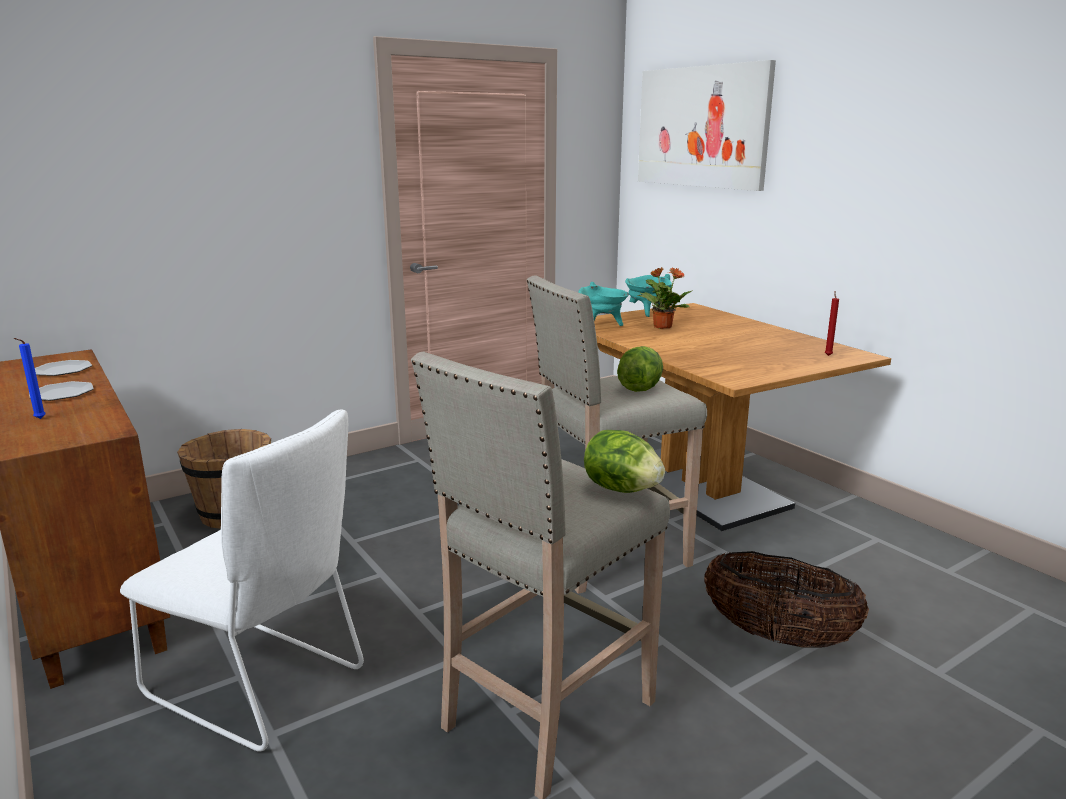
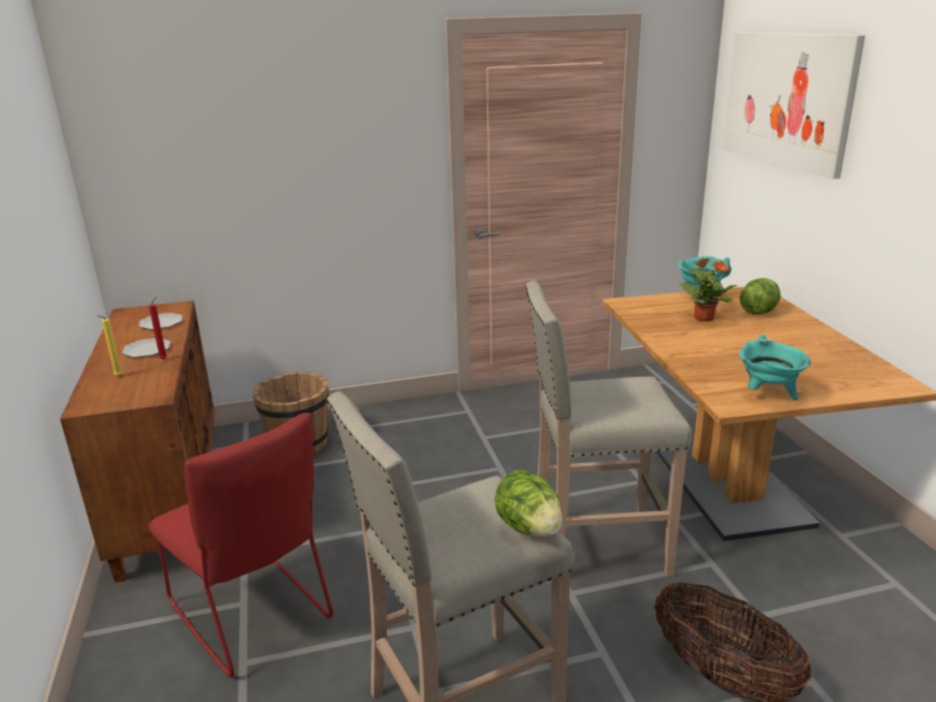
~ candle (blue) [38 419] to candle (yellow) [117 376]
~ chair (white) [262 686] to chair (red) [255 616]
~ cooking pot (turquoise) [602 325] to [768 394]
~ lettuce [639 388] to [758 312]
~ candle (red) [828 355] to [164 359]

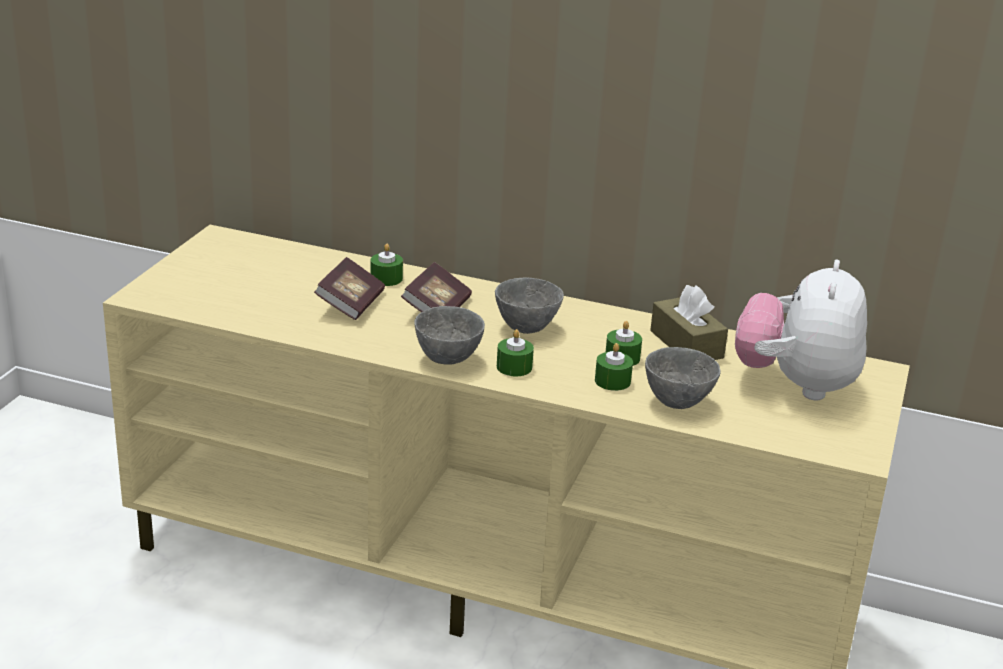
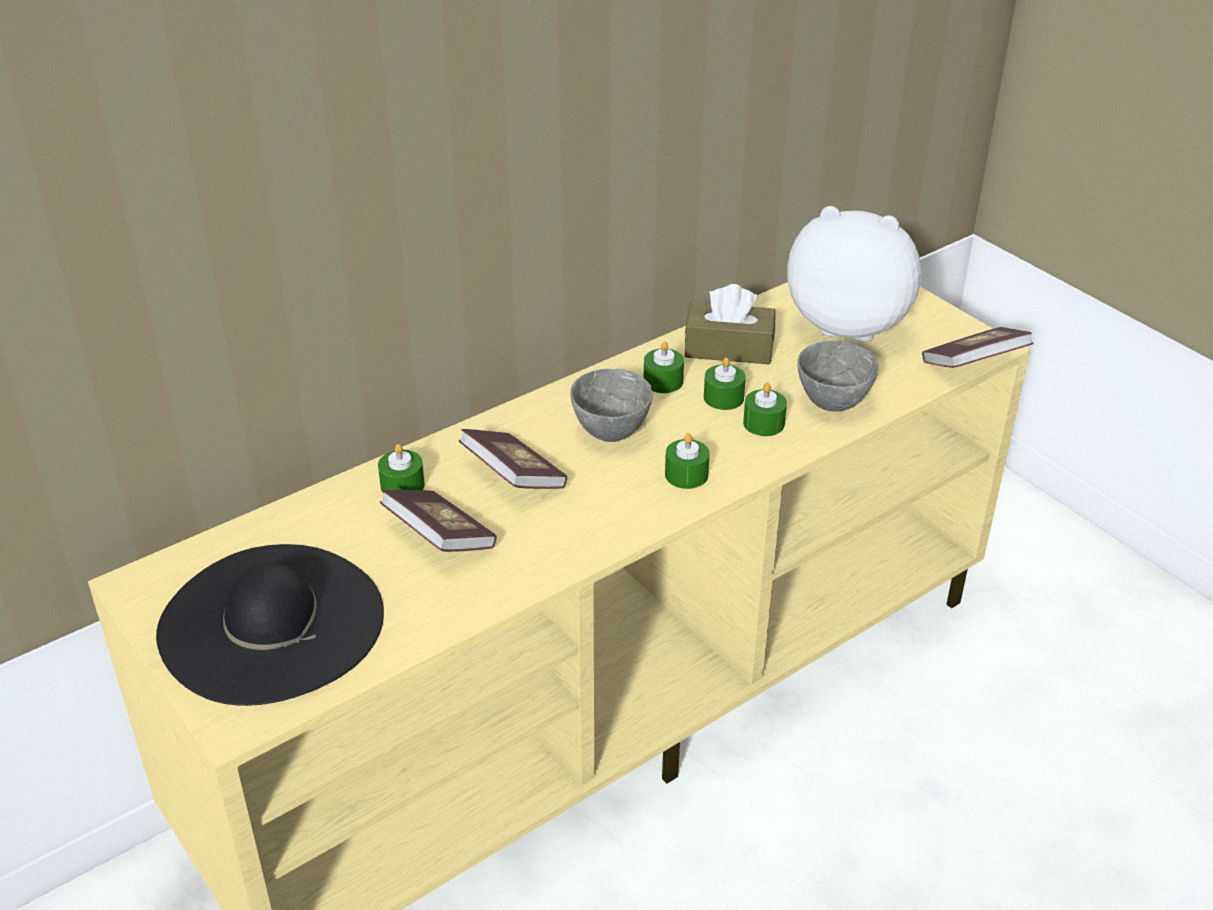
- bowl (grey) [449 359]
~ plush toy [795 385] = [849 323] 150 degrees clockwise
+ hat (black) [271 622]
+ candle (green) [663 381]
+ book [973 364]

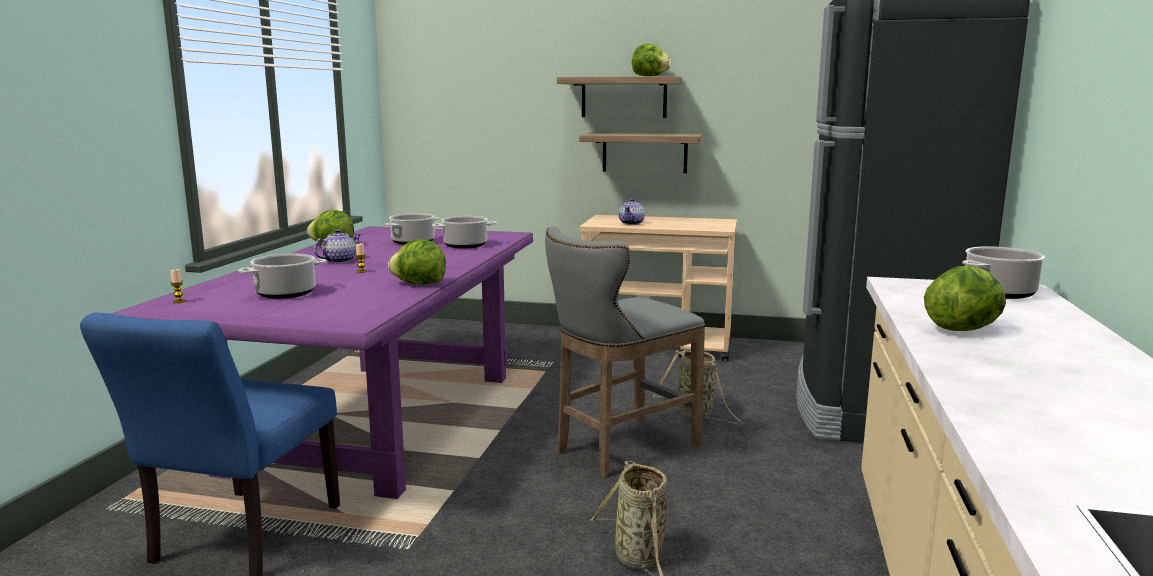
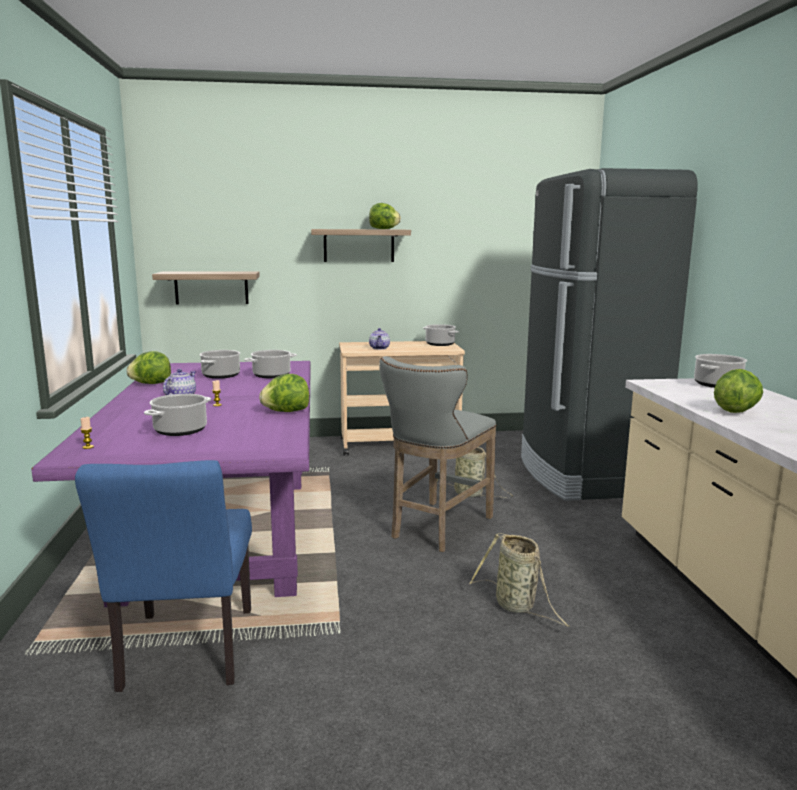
~ shelf [644 152] to [211 287]
+ cooking pot [440 344]

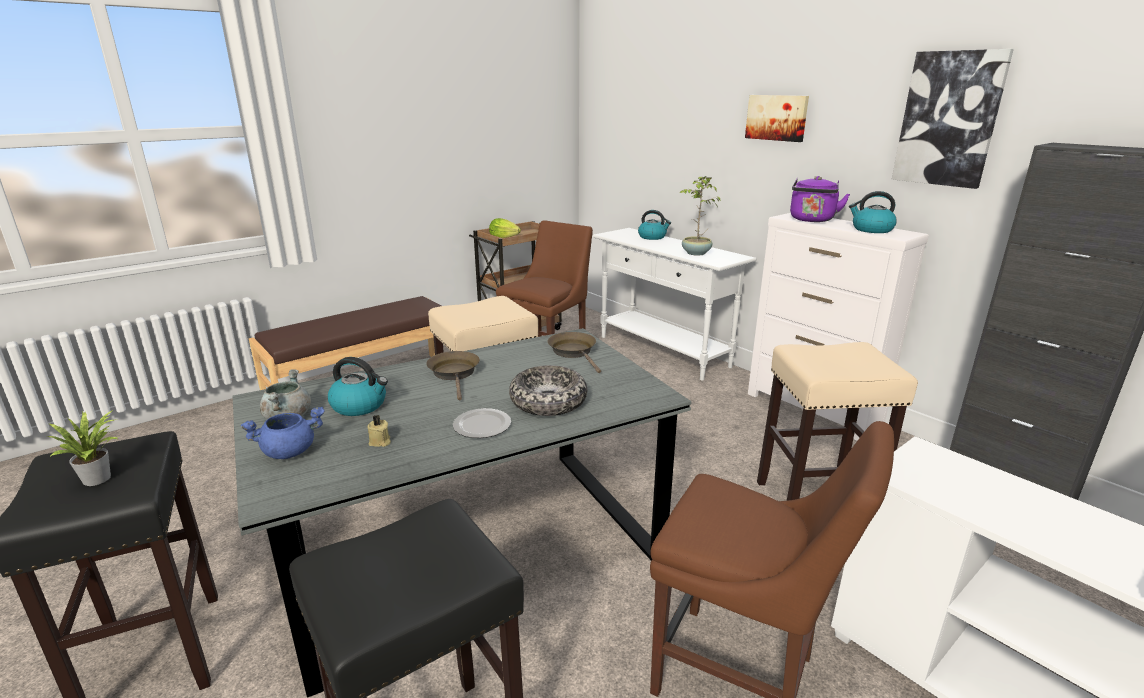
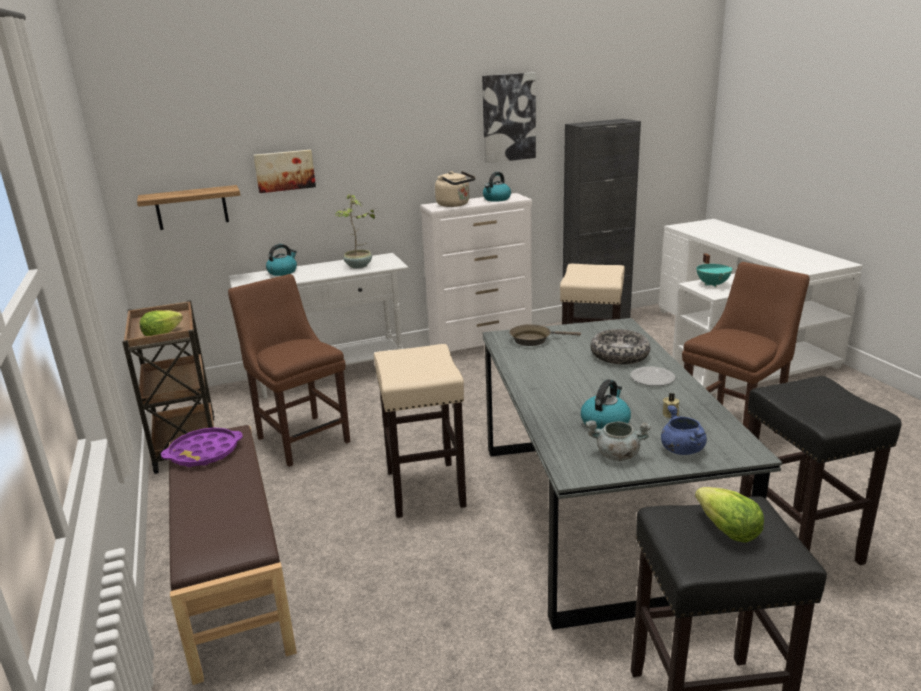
~ potted plant [101 477] to lettuce [727 531]
- frying pan (brown) [455 374]
~ picture [777 117] to [284 170]
~ kettle (purple) [812 220] to kettle (beige) [455 205]
+ shelf [191 208]
+ tray (purple) [204 453]
+ cooking pot (turquoise) [713 284]

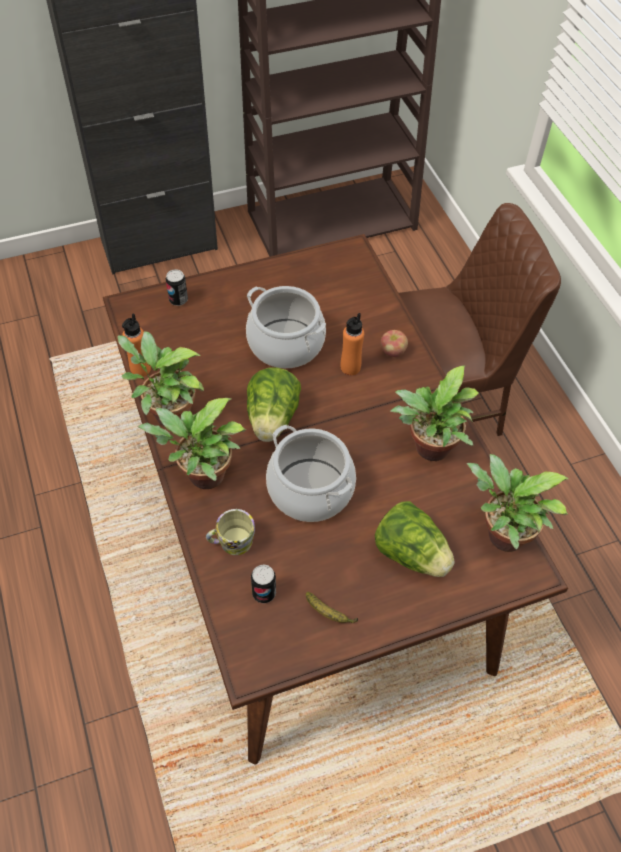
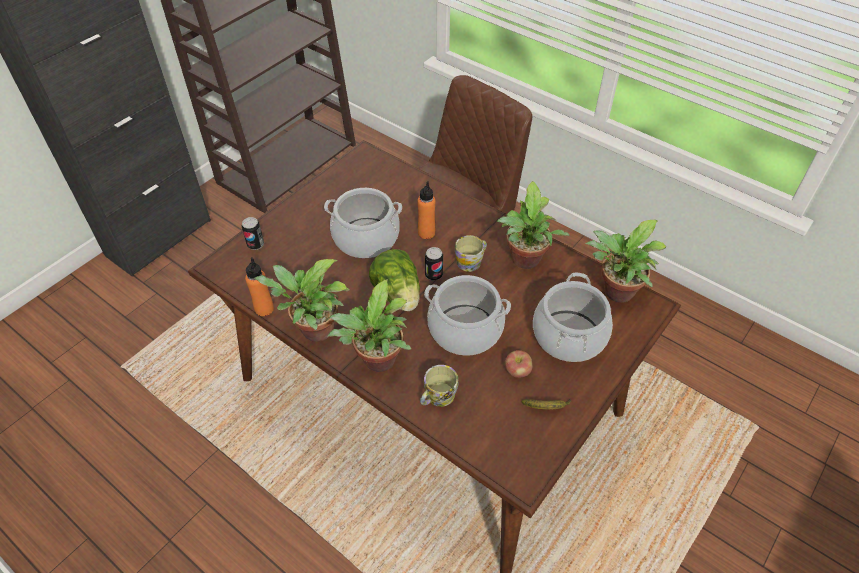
~ can [264 593] to [433 275]
~ lettuce [411 553] to cooking pot [568 336]
~ apple [393 352] to [517 371]
+ mug [471 261]

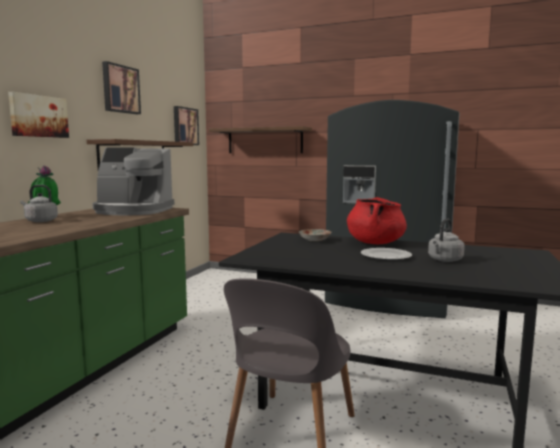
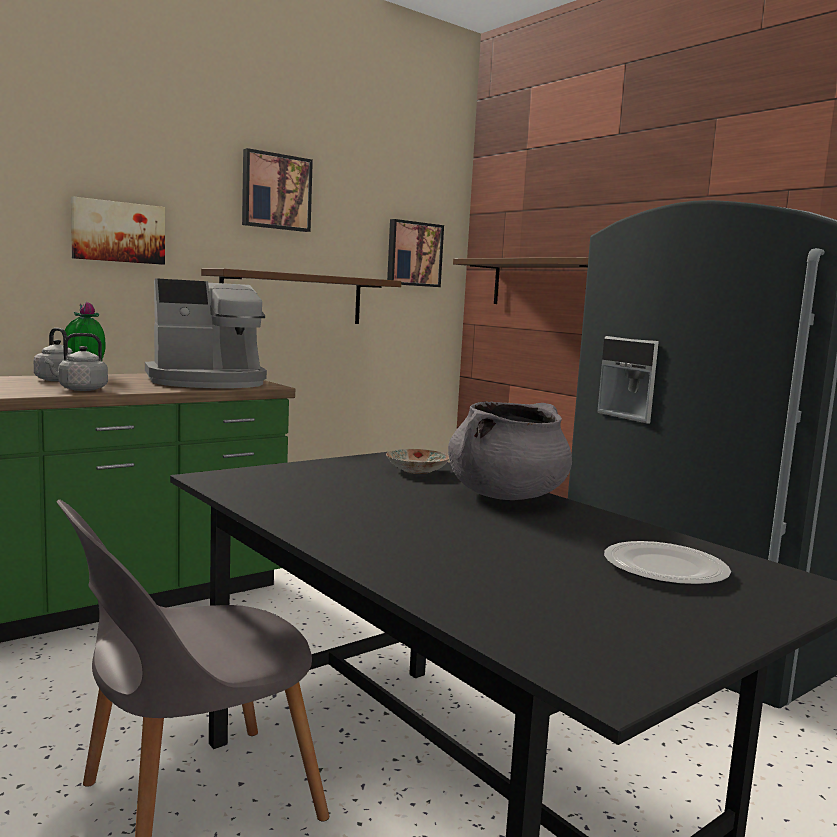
~ coffee machine [133 211] = [208 382] 60 degrees counterclockwise
~ cooking pot (red) [375 243] to cooking pot (grey) [506 496]
~ plate [386 256] to [665 569]
~ kettle (grey) [444 260] to [80 389]

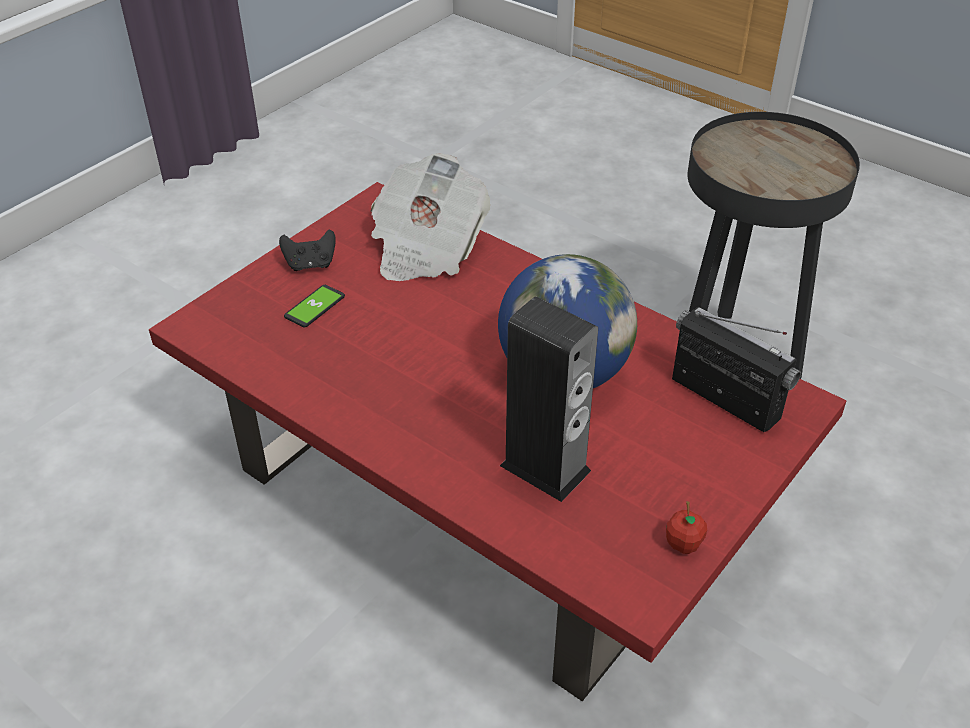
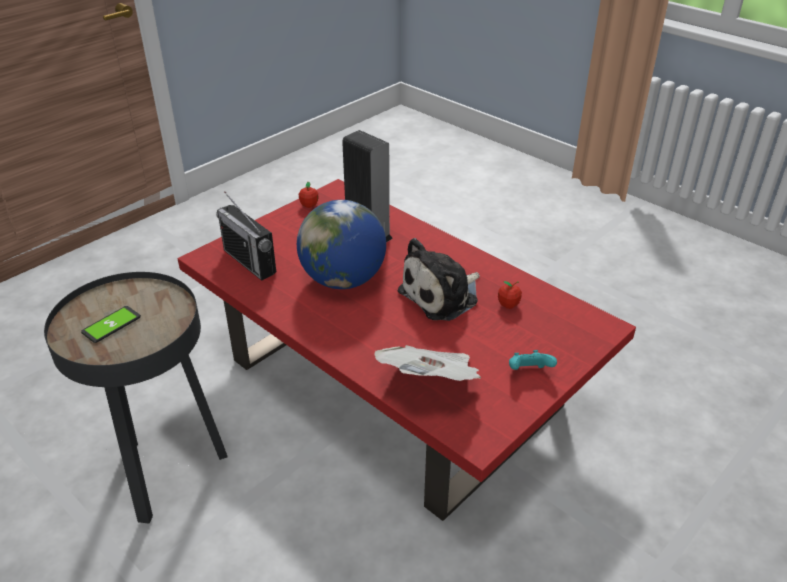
~ game controller (black) [310 264] to game controller (turquoise) [529 372]
~ phone [315 307] to [111 325]
+ plush toy [442 296]
+ apple [508 305]

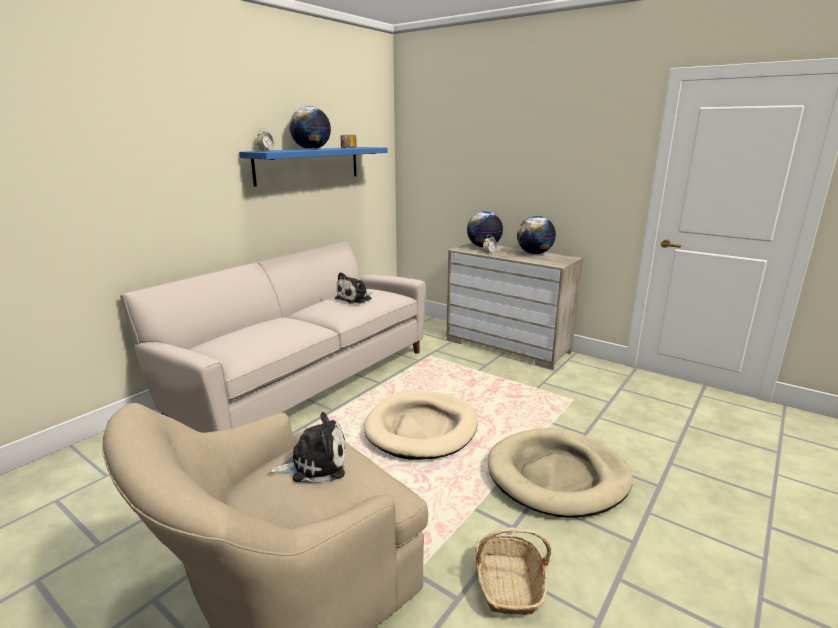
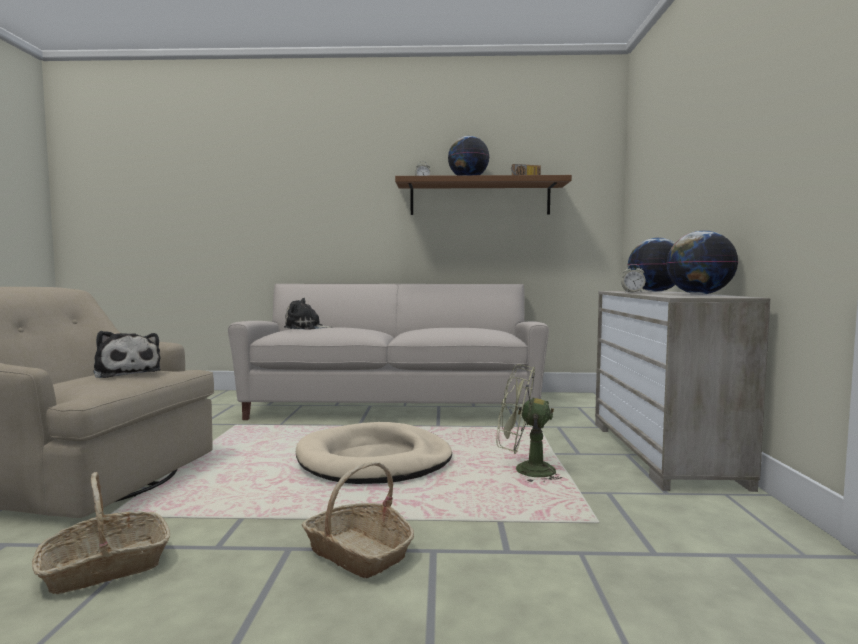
~ shelf (blue) [308 165] to shelf (brown) [480 198]
~ plush toy [355 299] to [306 328]
~ dog bed (beige) [557 476] to basket [358 553]
+ fan (green) [525 471]

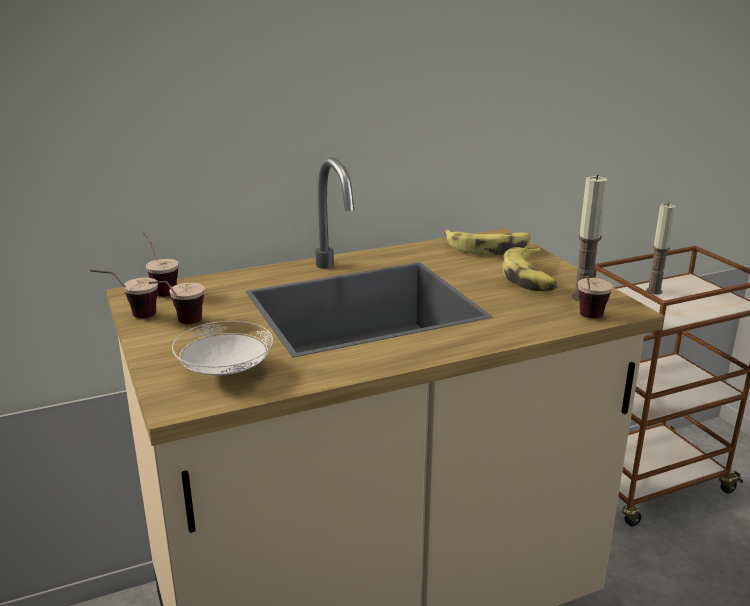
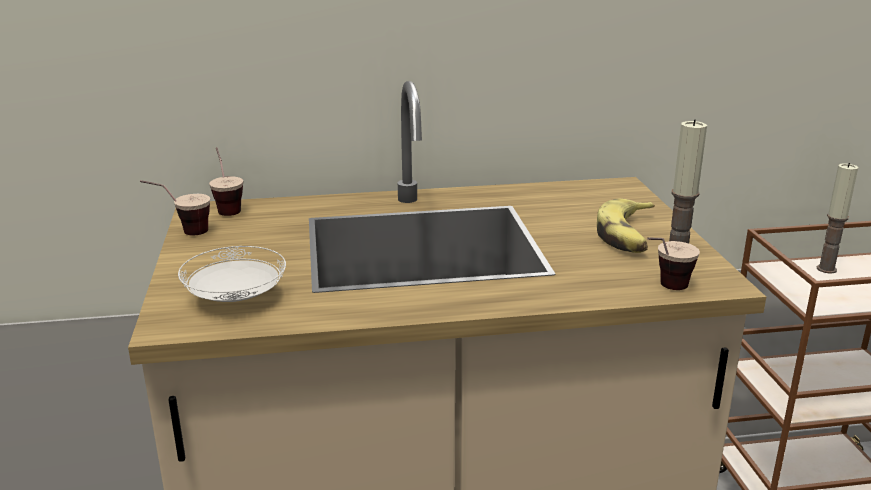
- cup [180 325]
- banana [488 248]

